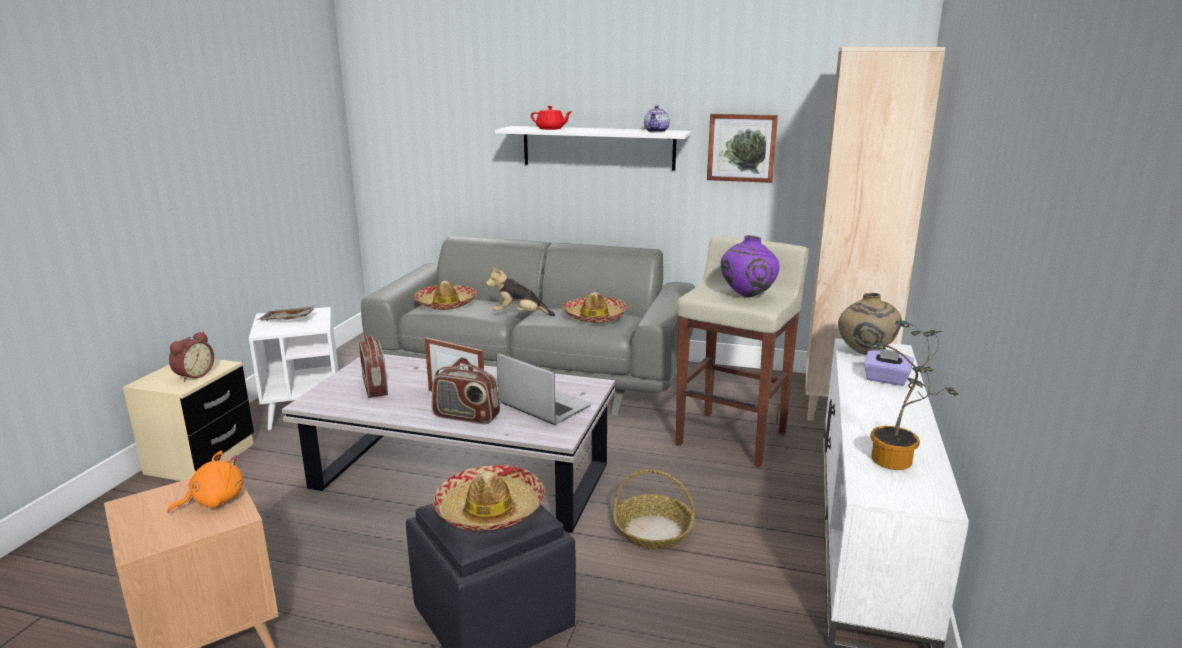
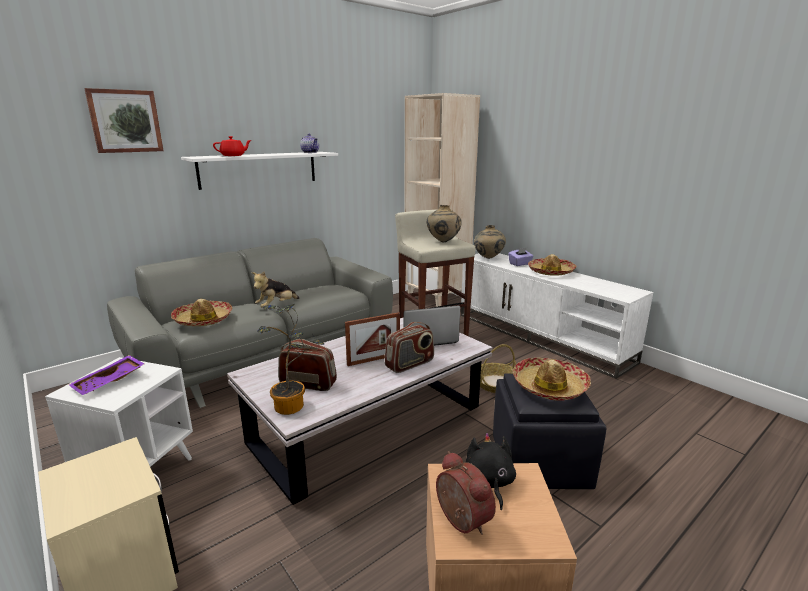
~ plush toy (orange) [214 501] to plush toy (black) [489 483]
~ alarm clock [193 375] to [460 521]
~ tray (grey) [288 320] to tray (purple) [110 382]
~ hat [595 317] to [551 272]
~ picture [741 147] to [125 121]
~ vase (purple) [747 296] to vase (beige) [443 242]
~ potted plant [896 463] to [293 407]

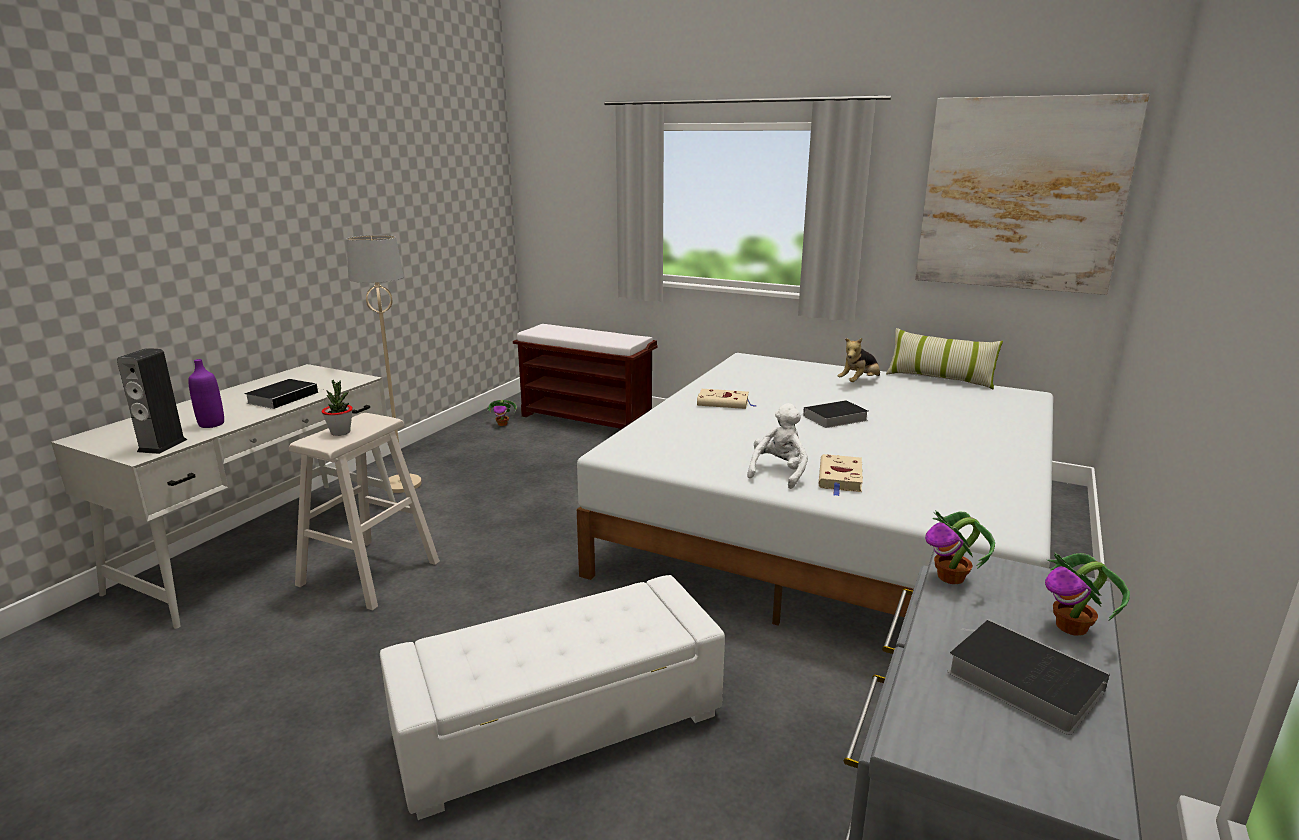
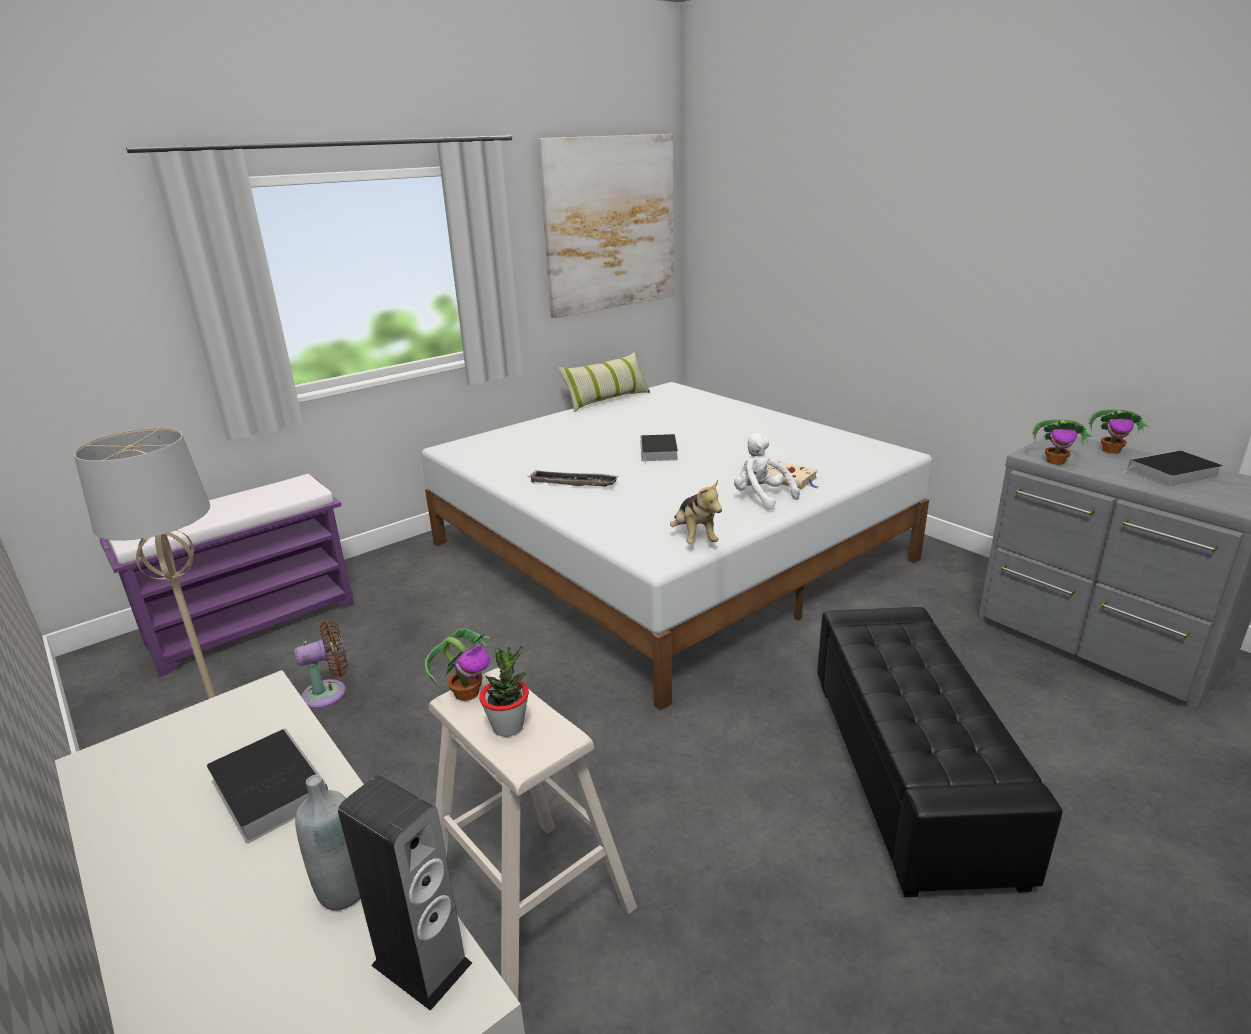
~ bottle (purple) [211 424] to bottle (grey) [343 890]
~ ottoman (white) [559 726] to ottoman (black) [910 771]
~ potted plant [503 424] to [467 692]
~ bench (brown) [587 419] to bench (purple) [255 623]
~ book (beige) [724 403] to tray [573 483]
~ plush toy [859 382] to [694 538]
+ fan (brown) [329 693]

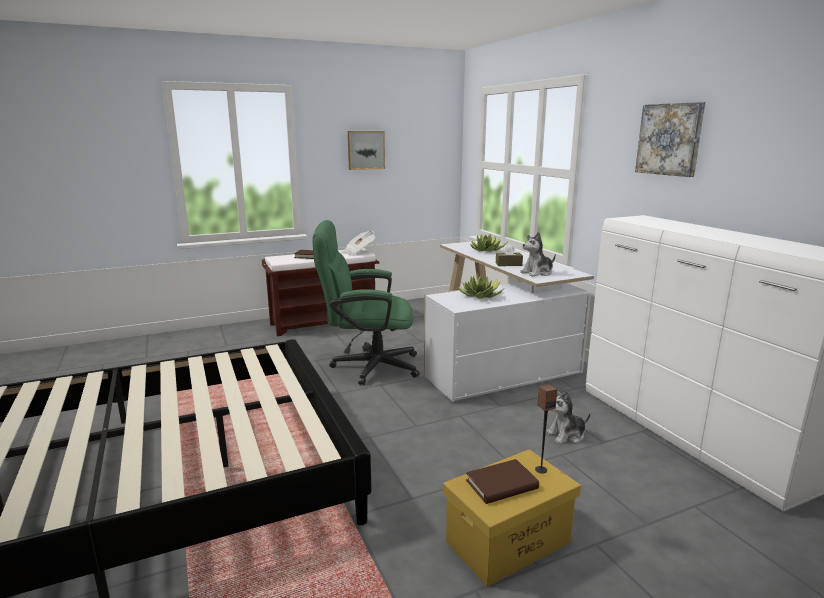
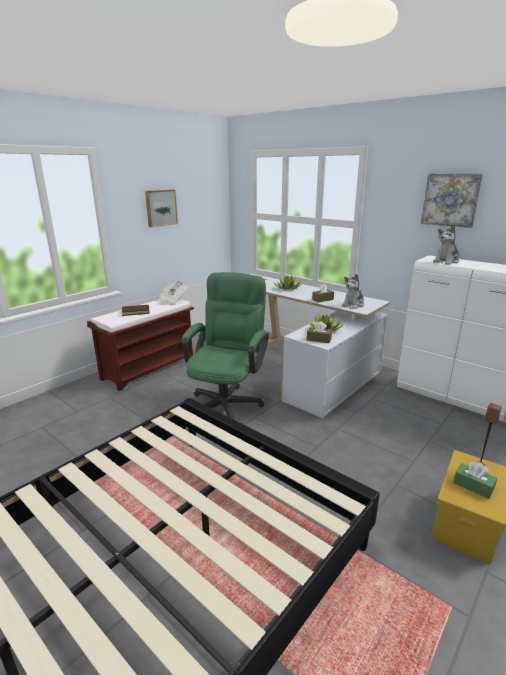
~ office chair (green) [367 366] = [227 402] 135 degrees clockwise
~ book (brown) [501 485] to tissue box (green) [473 486]
~ plush toy [566 435] to [446 261]
+ tissue box (brown) [319 339]

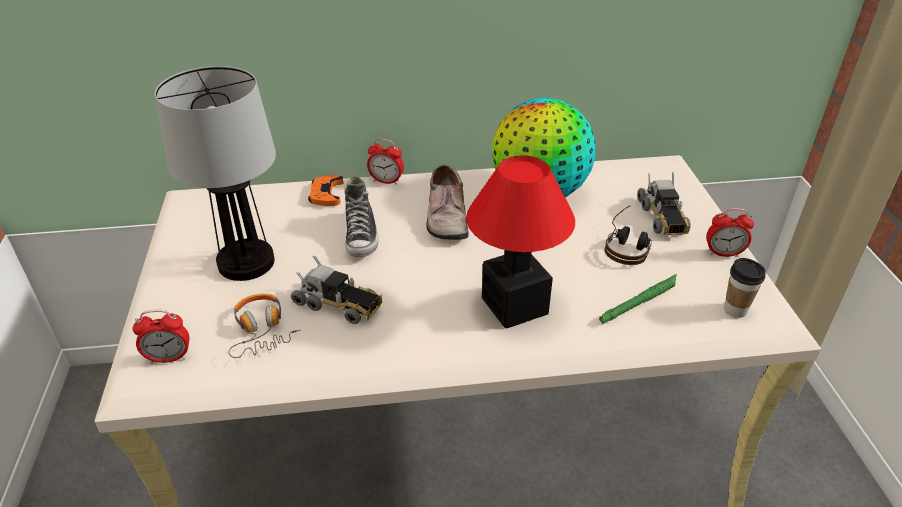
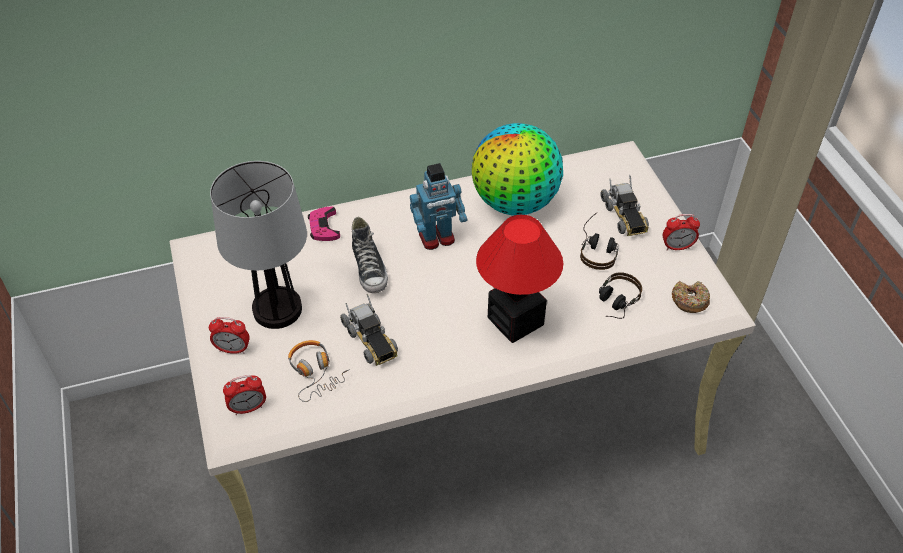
~ toy truck [338 304] = [371 340] 45 degrees clockwise
~ game controller (orange) [326 194] to game controller (pink) [324 227]
~ alarm clock [386 181] to [233 349]
~ shoe [444 216] to toy robot [437 238]
~ flashlight (green) [639 302] to headphones [614 304]
~ cup [735 310] to donut [689 301]

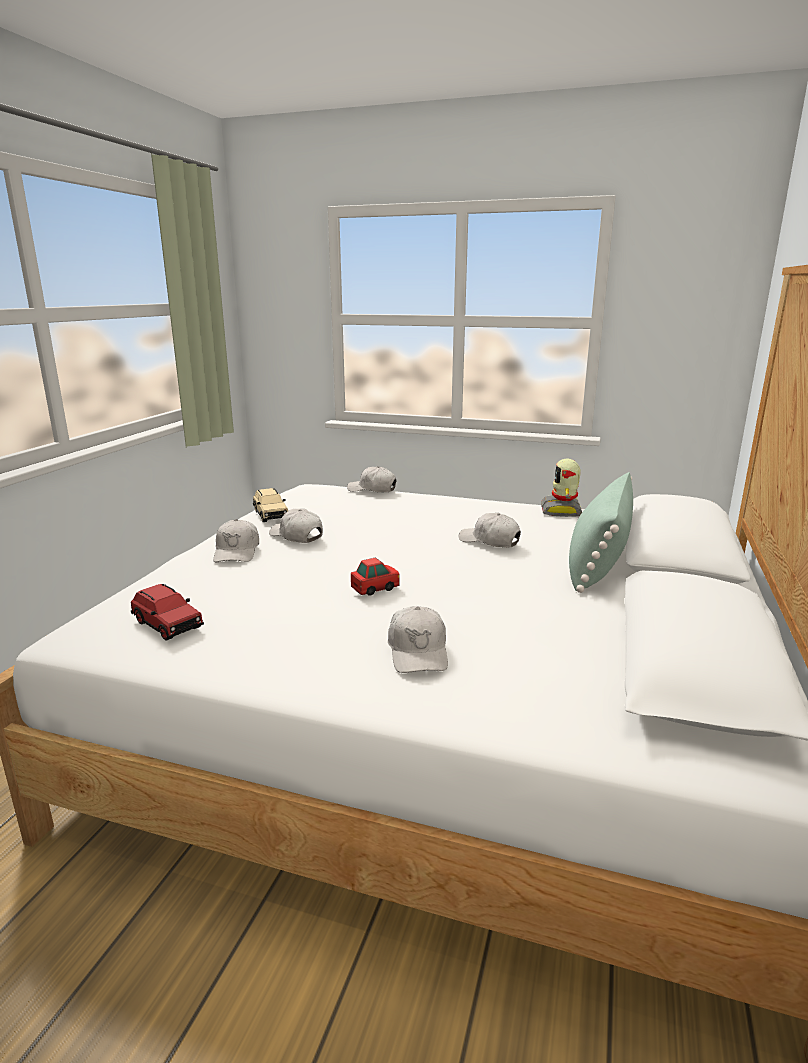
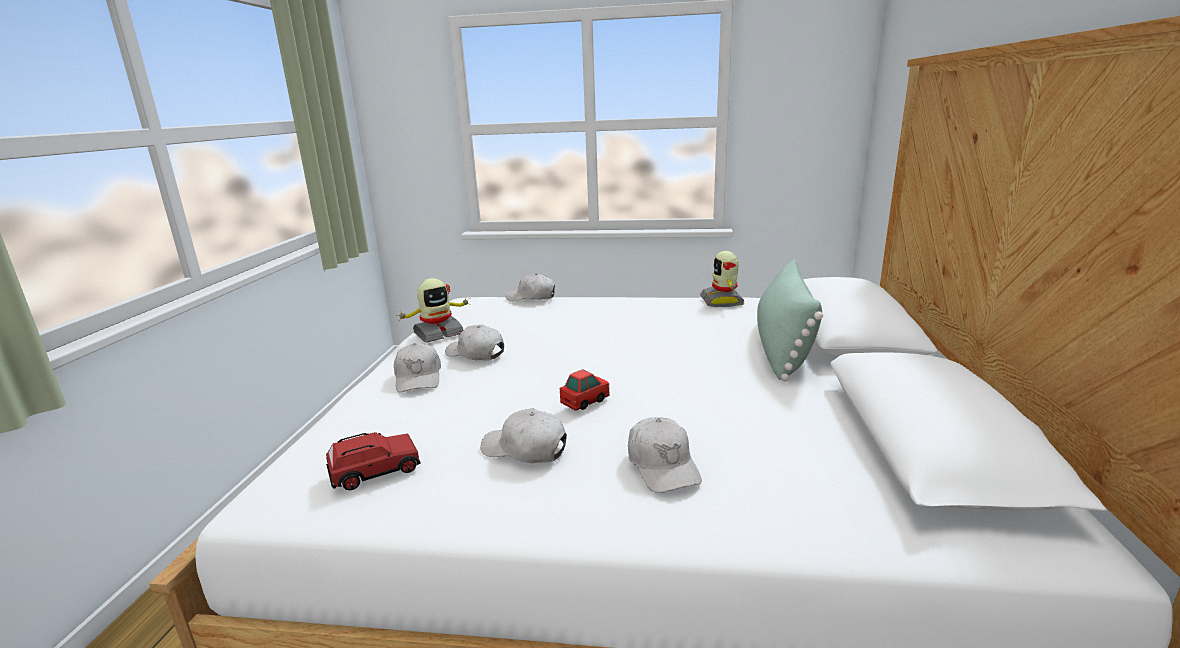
~ toy car (red) [167 624] = [375 471] 60 degrees counterclockwise
~ toy car (beige) [271 515] to toy robot [438 334]
~ cap (white) [489 541] to [525 449]

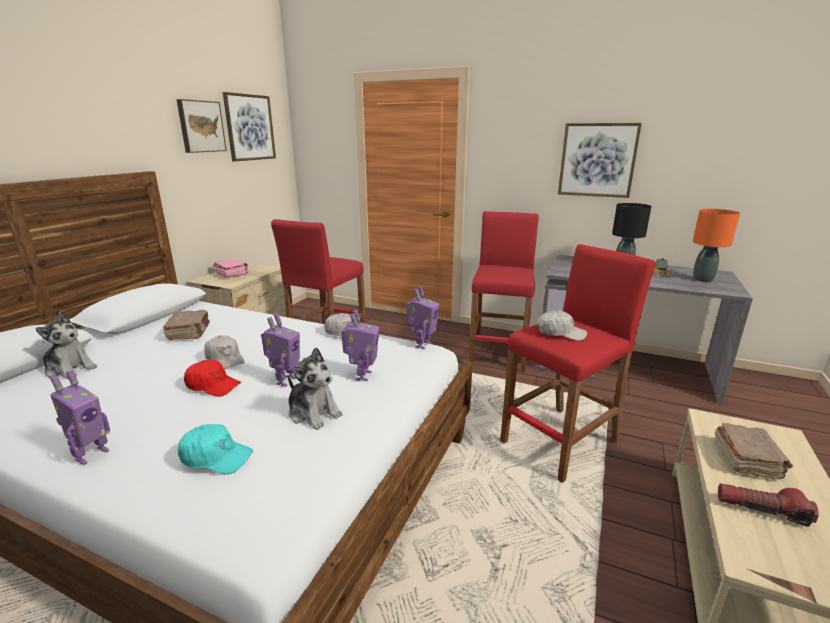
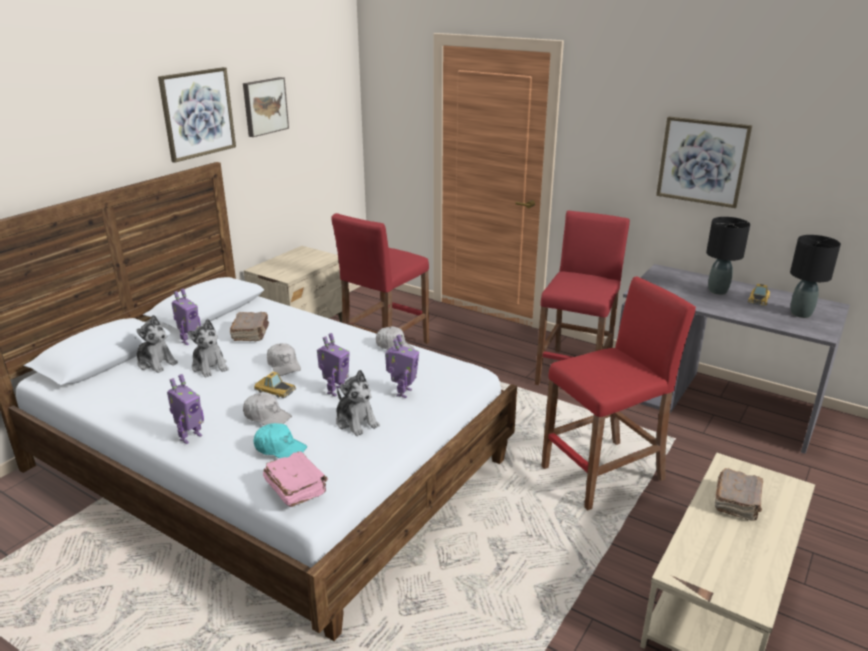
~ cap (red) [212 385] to toy car [274 390]
~ book (pink) [231 274] to [296 487]
~ picture [249 127] to [197 113]
~ toy robot [422 344] to [189 340]
~ cap (white) [560 333] to [267 416]
~ table lamp (orange) [702 279] to table lamp (black) [800 314]
- flashlight [762 510]
+ plush toy [210 366]

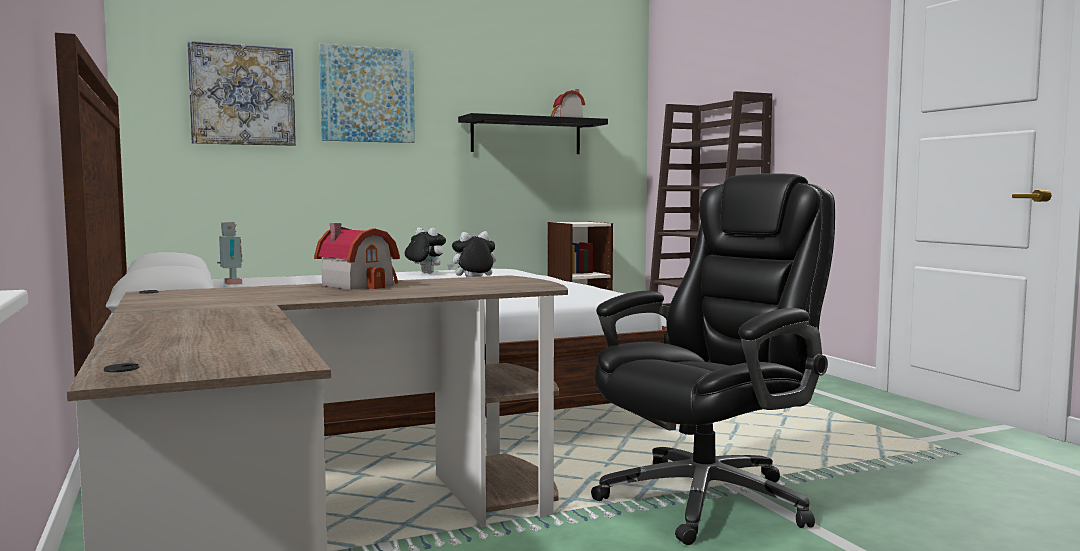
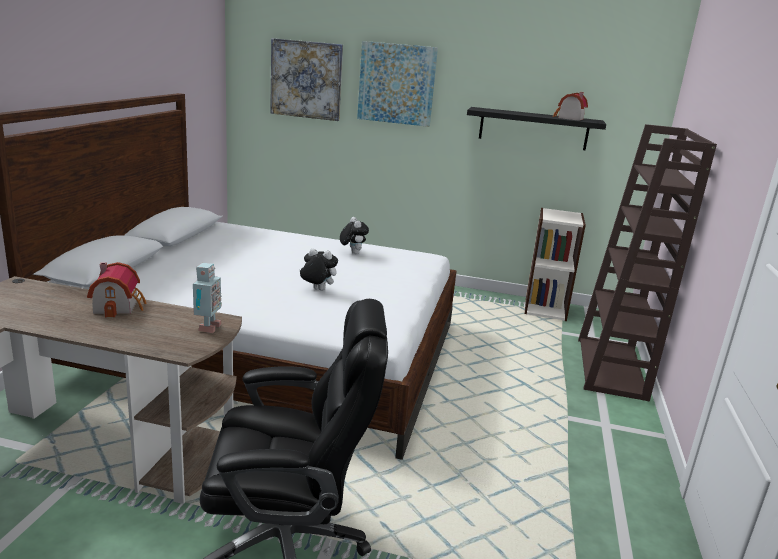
~ toy robot [231 284] to [207 328]

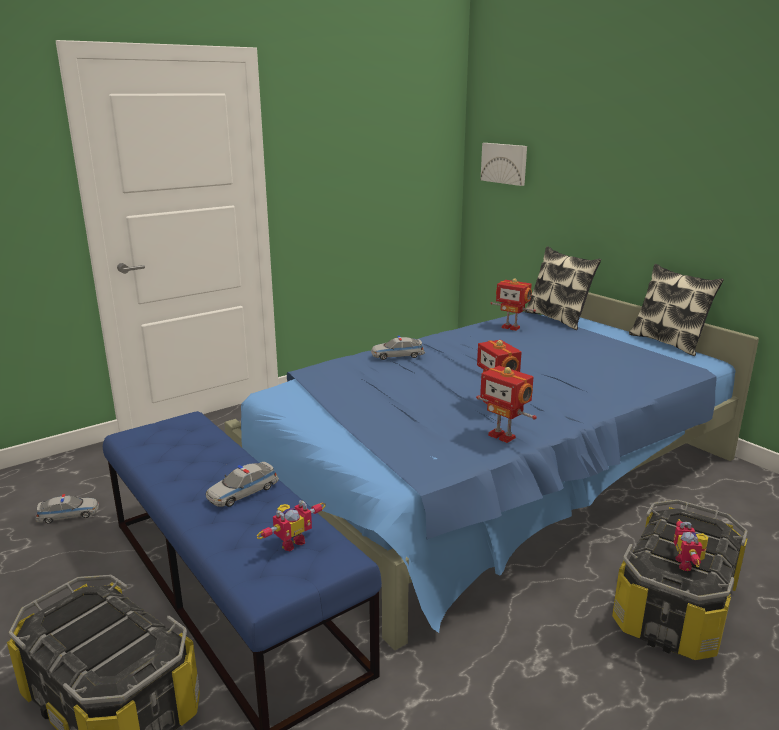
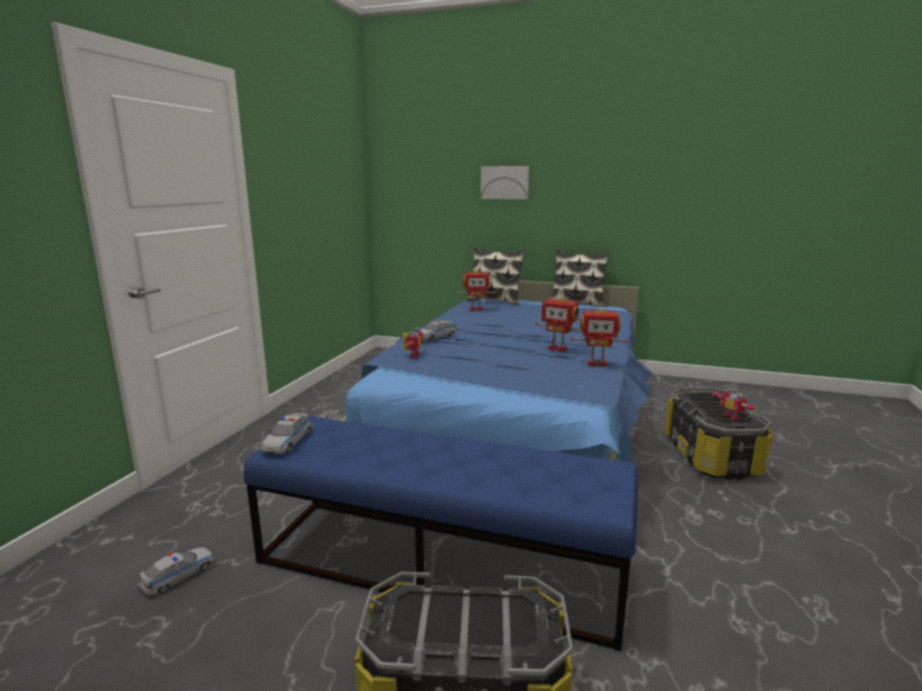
~ toy car [243 492] to [288 441]
~ toy robot [291 542] to [412 355]
~ picture [504 163] to [505 182]

